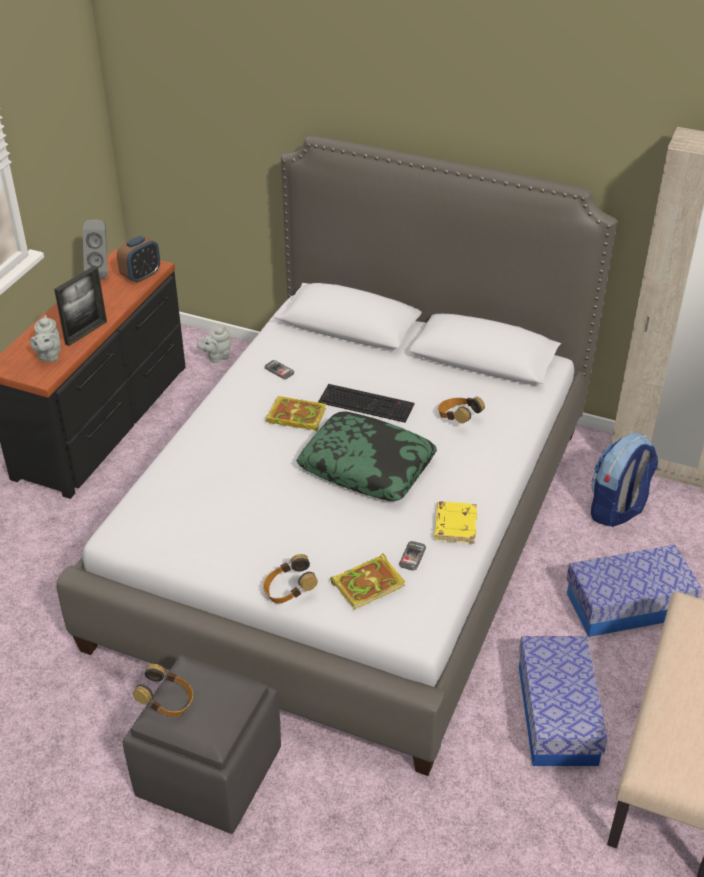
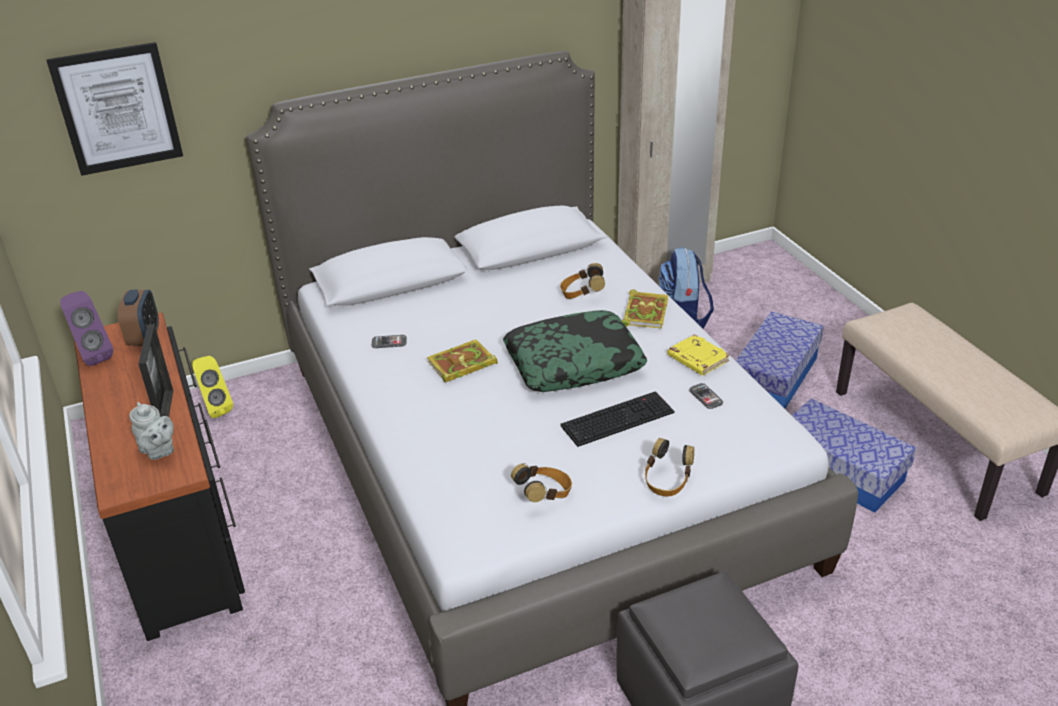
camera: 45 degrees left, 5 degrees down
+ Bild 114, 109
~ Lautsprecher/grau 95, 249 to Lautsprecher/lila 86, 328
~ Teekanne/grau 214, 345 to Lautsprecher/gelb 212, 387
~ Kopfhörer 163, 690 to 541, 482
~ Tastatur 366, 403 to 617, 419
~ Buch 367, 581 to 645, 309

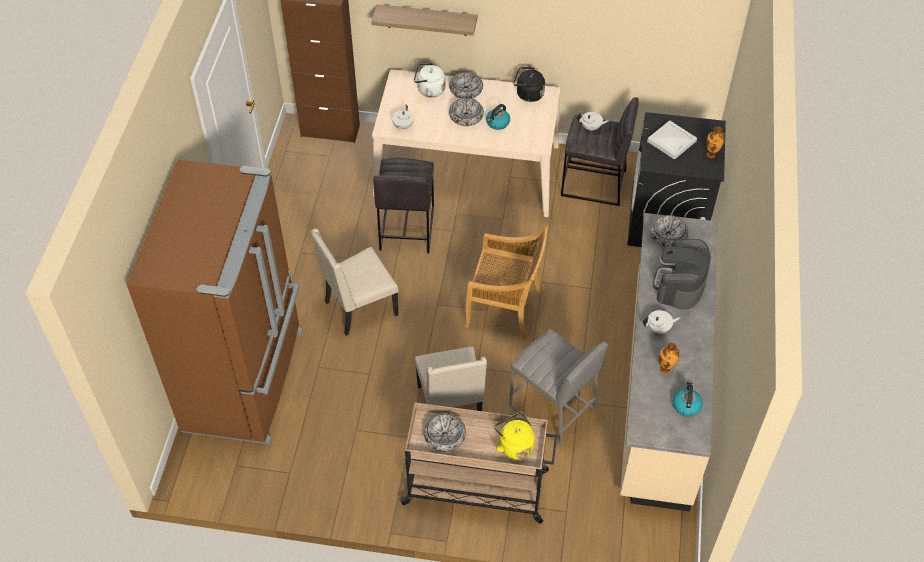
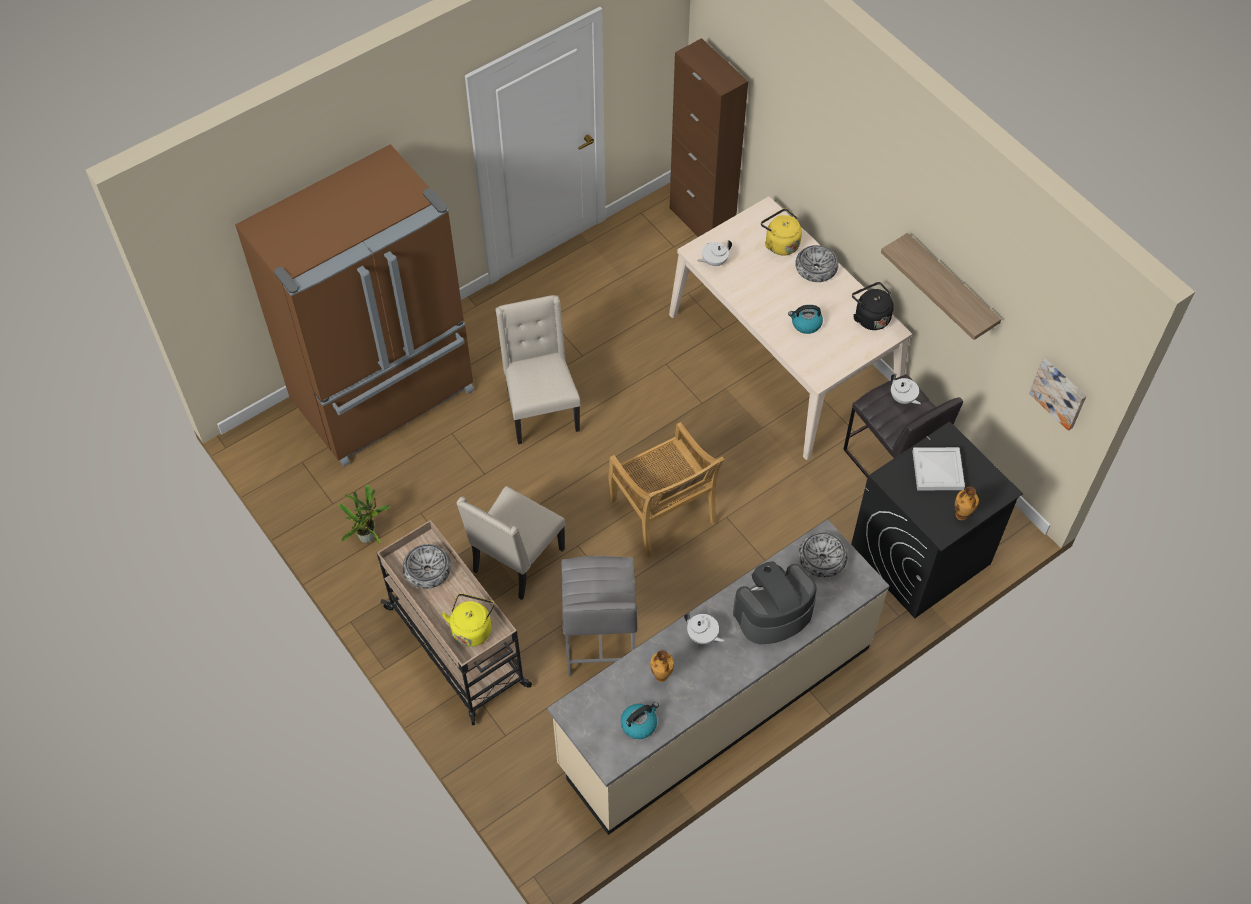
camera: 45 degrees right, 5 degrees up
+ Topfpflanze 364, 514
~ Stuhl/beige 354, 282 = 538, 369 60 degrees clockwise
~ Wasserkessel/weiß 429, 80 to Wasserkessel/gelb 781, 231
~ Wandregal 424, 20 to 941, 286
+ Bild 1057, 395
- Hocker/grau 403, 205
- Schüssel 466, 112

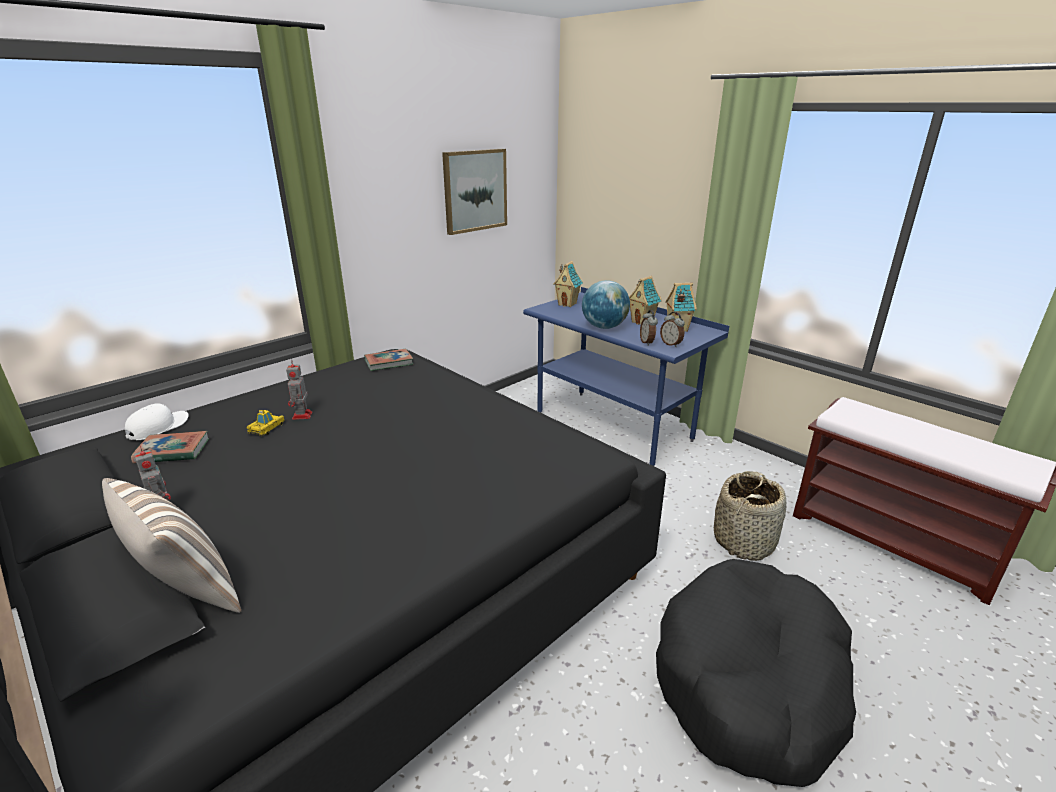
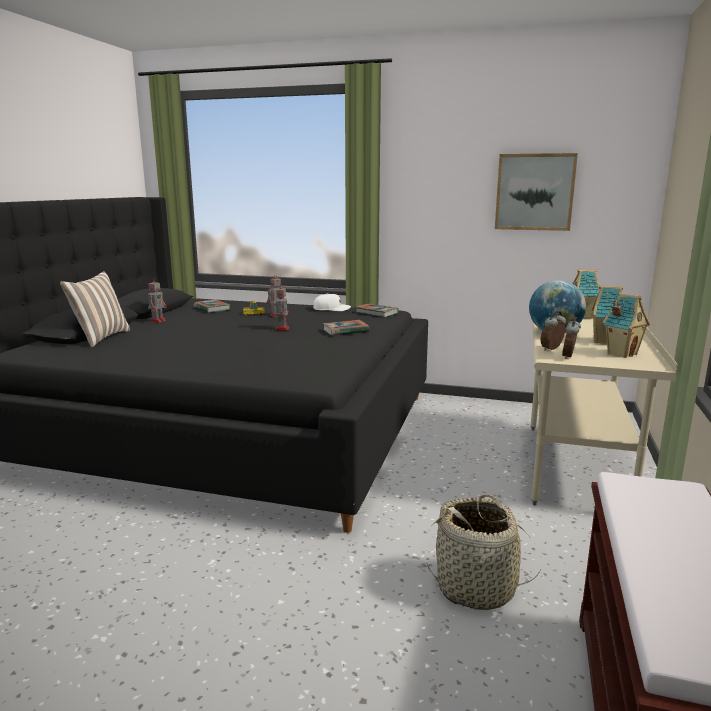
camera: 60 degrees right, 10 degrees down
+ Spielzeugroboter 282, 306
~ Kappe/weiß 157, 421 to 332, 302
+ Buch 346, 328
~ Schreibtisch/blau 626, 376 to Schreibtisch/beige 604, 411
- Hundebett/schwarz 756, 673

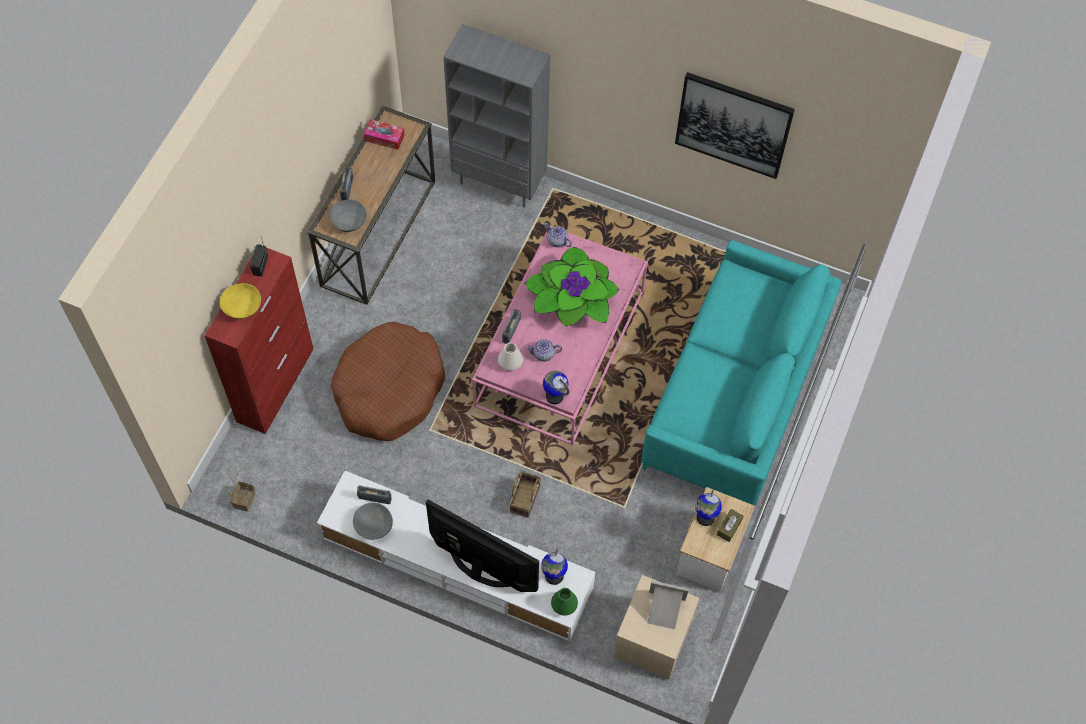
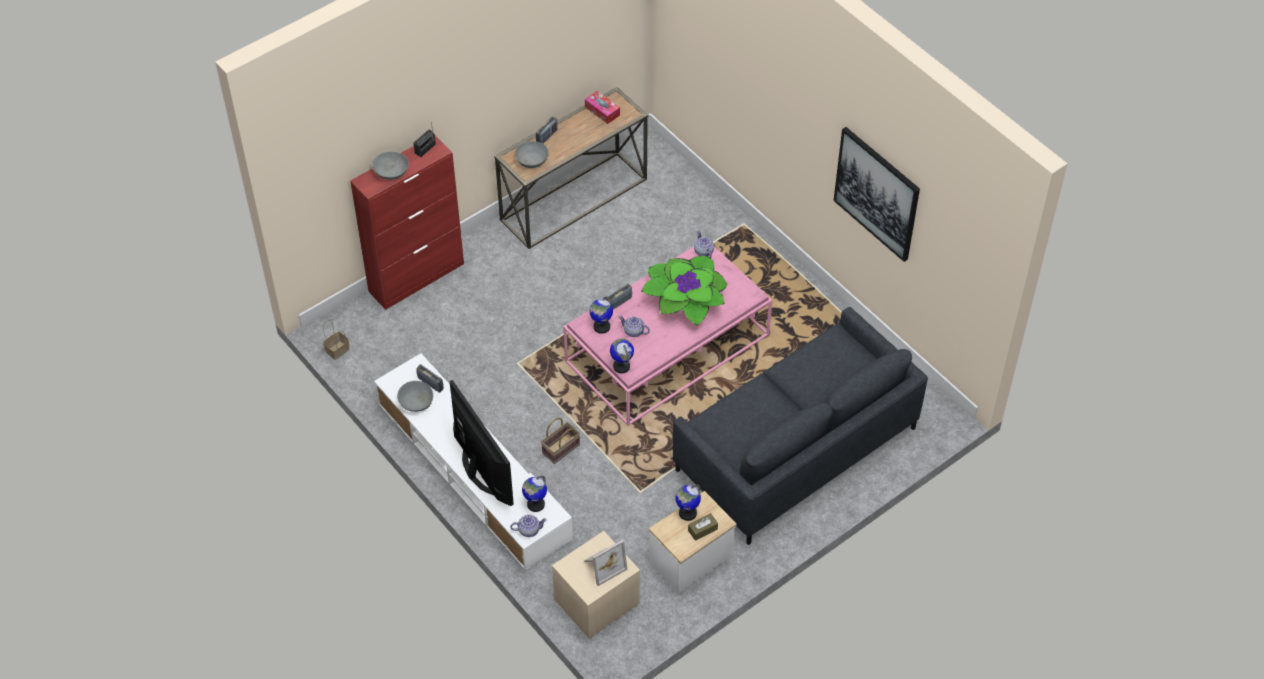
camera: 30 degrees right, 10 degrees down
~ Schüssel/gelb 240, 301 to Schüssel/grau 390, 166
~ Vase/grün 564, 602 to Teekanne 528, 526
~ Bilderrahmen 668, 605 = 606, 563 105 degrees clockwise
~ Vase/weiß 510, 357 to Globus 601, 315
~ Sofa/türkis 741, 373 to Sofa/grau 800, 426
- Hundebett/braun 388, 381
- Bücherregal/grau 496, 115

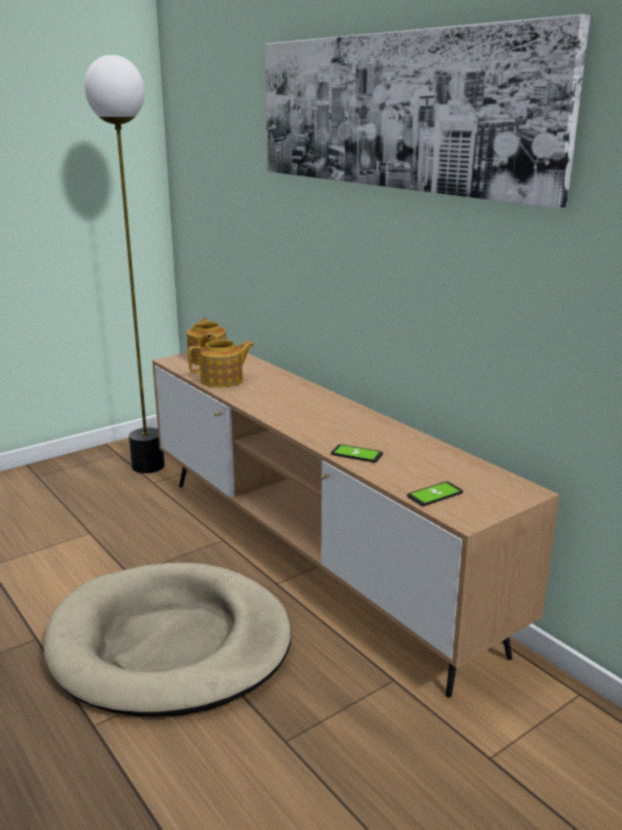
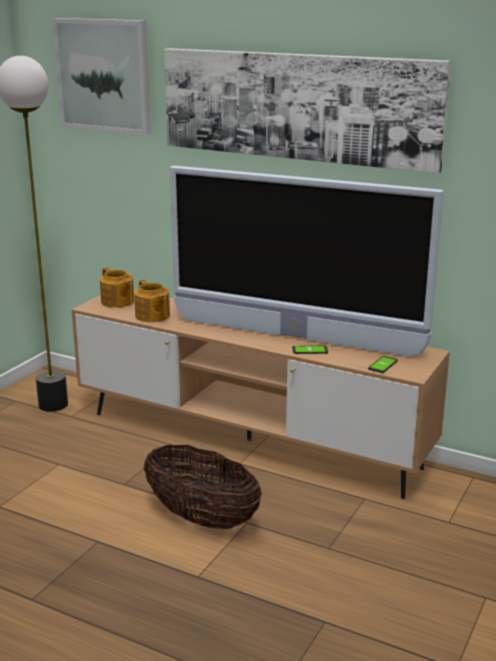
camera: 25 degrees left, 0 degrees up
+ Bild 101, 76
~ Teekanne 221, 363 = 152, 301 105 degrees clockwise
~ Hundebett/beige 167, 639 to Korb 202, 486
+ Fernseher 306, 261

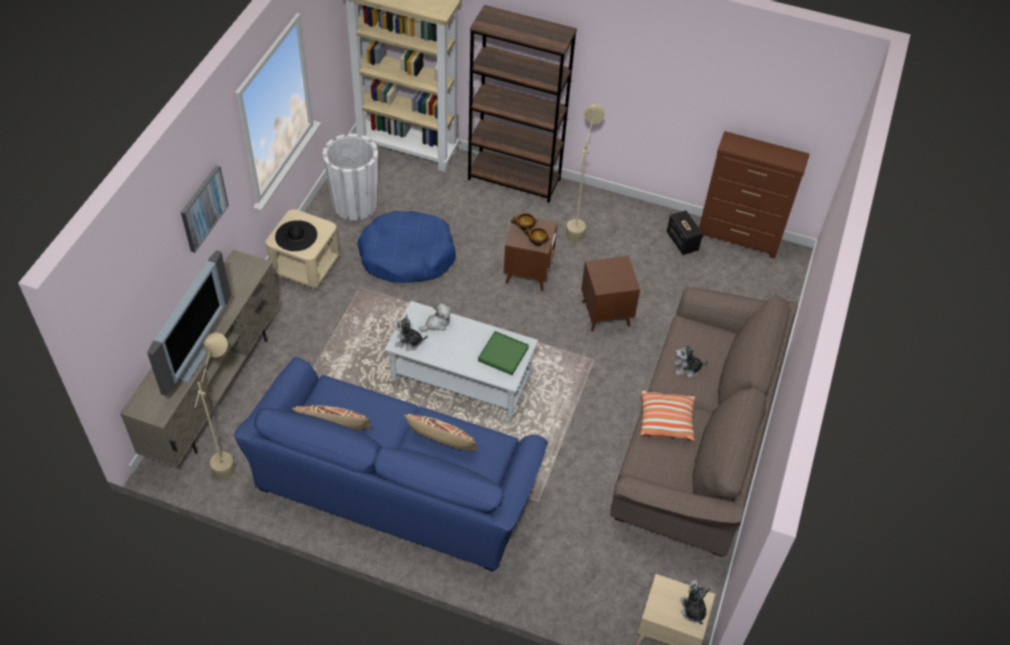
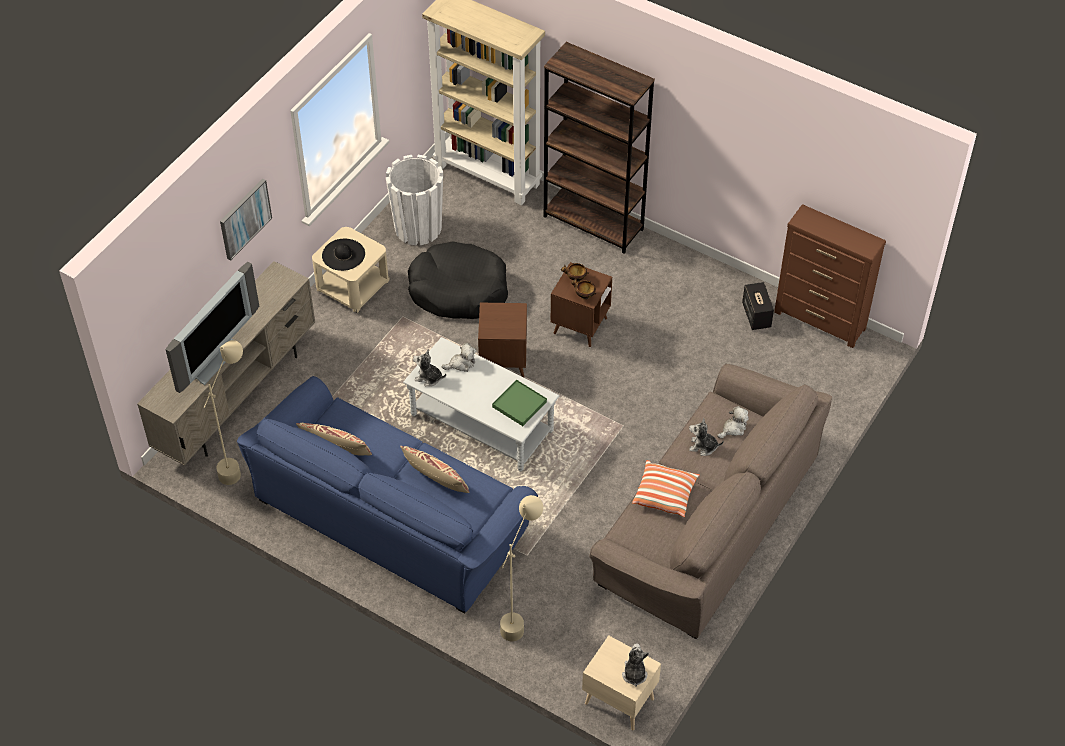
camera: 15 degrees right, 0 degrees up
~ Hundebett/blau 406, 247 to Hundebett/schwarz 458, 280
~ Beistelltisch/braun 610, 294 to 502, 340
~ Stehlampe/beige 585, 173 to 521, 568
+ Plüschtier 733, 422

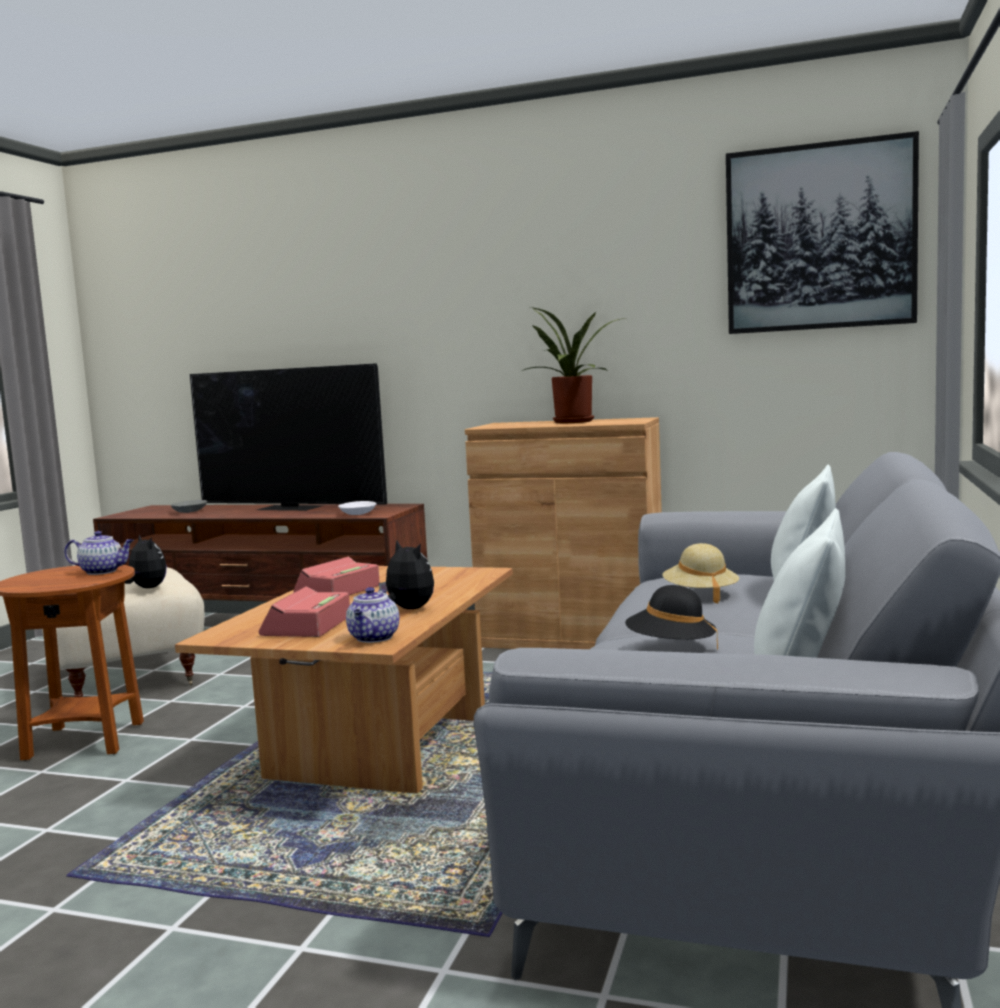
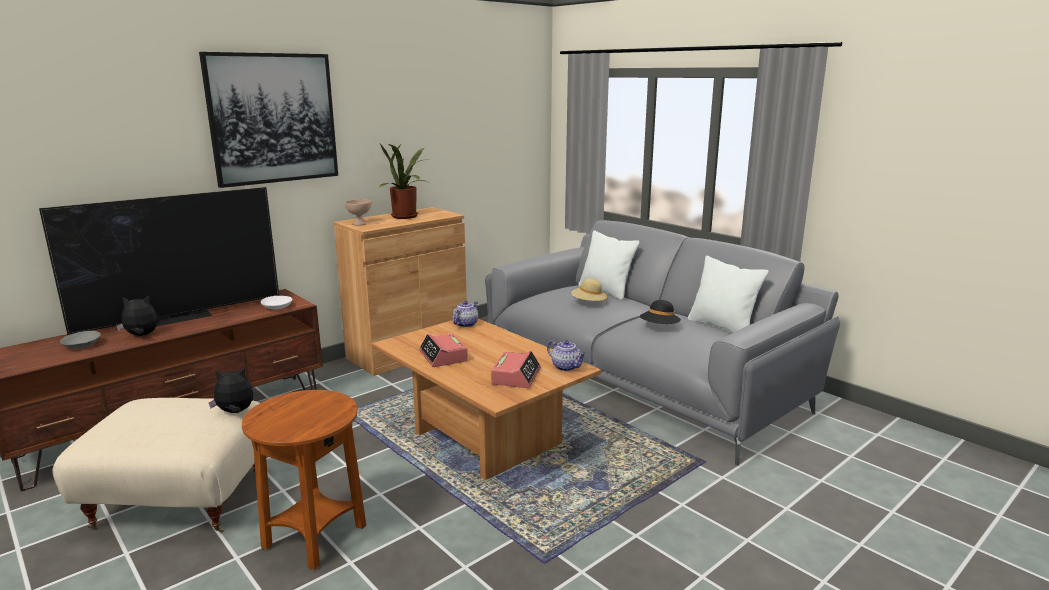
camera: 60 degrees left, 10 degrees up
~ Plüschtier 406, 574 to 137, 316
~ Bild 822, 232 to 268, 120
+ Schüssel/beige 358, 212
~ Teekanne 99, 553 to 465, 314
~ Wecker 304, 611 = 516, 369 120 degrees counterclockwise

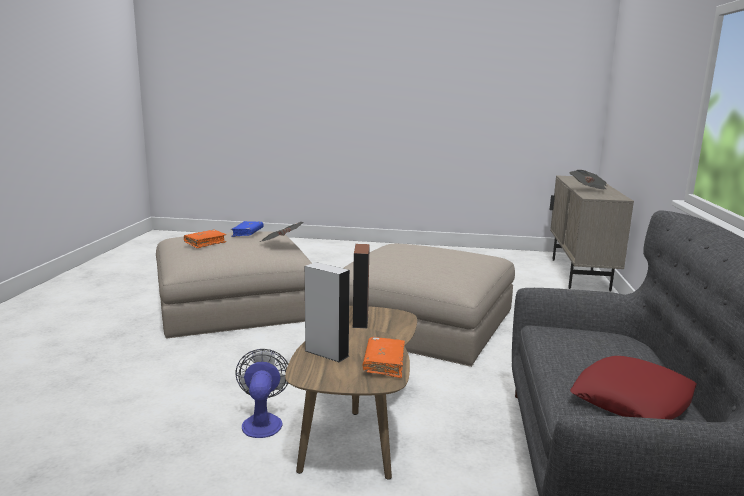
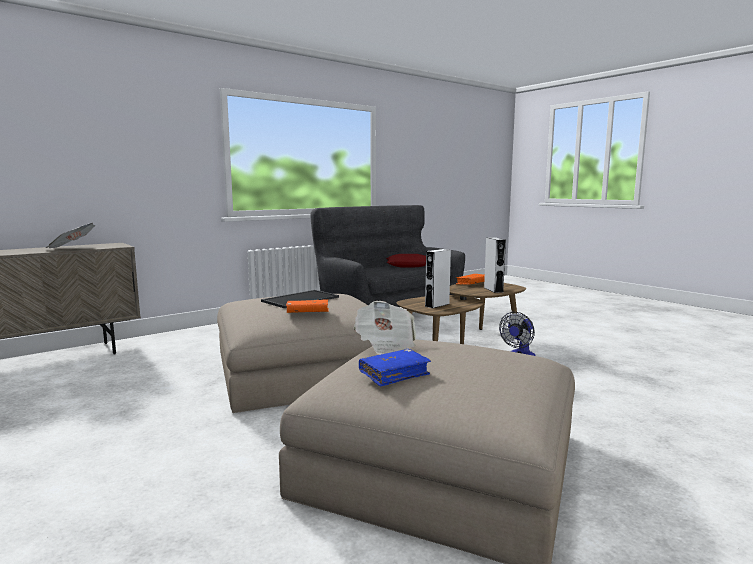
camera: 135 degrees left, 5 degrees down
+ Tablett 300, 299
~ Buch/orange 205, 239 to 307, 306
~ Lautsprecher/braun 361, 286 to Lautsprecher/weiß 438, 278

